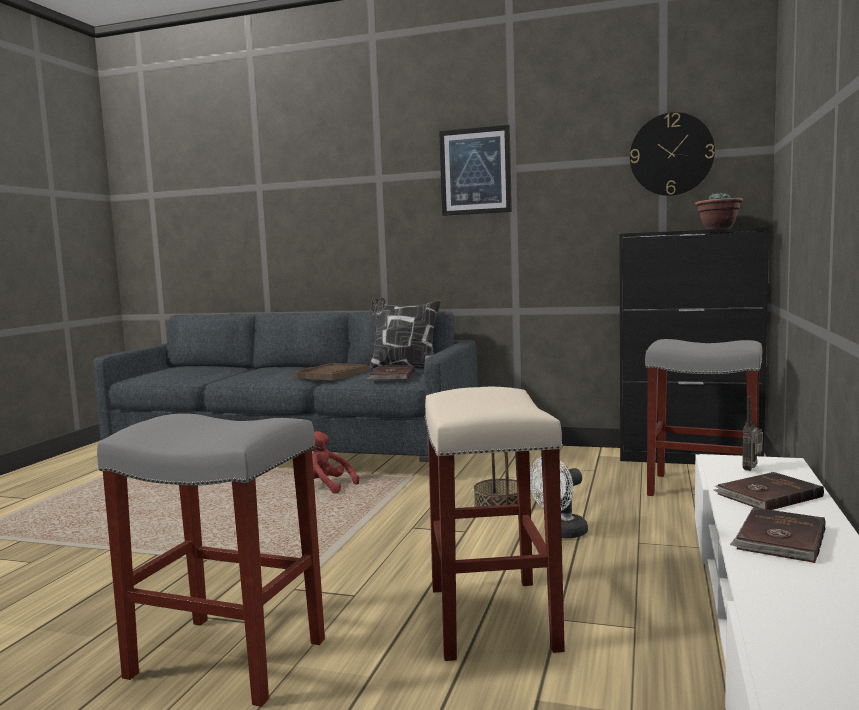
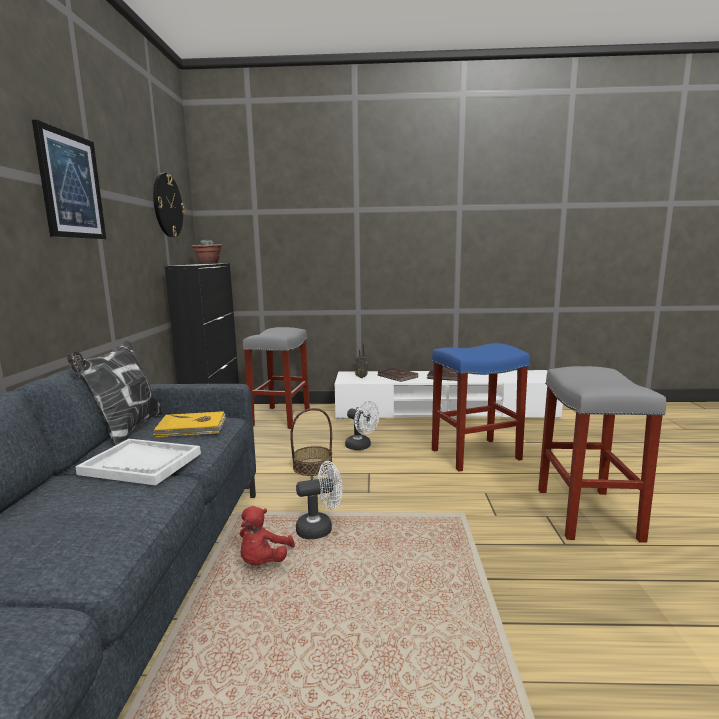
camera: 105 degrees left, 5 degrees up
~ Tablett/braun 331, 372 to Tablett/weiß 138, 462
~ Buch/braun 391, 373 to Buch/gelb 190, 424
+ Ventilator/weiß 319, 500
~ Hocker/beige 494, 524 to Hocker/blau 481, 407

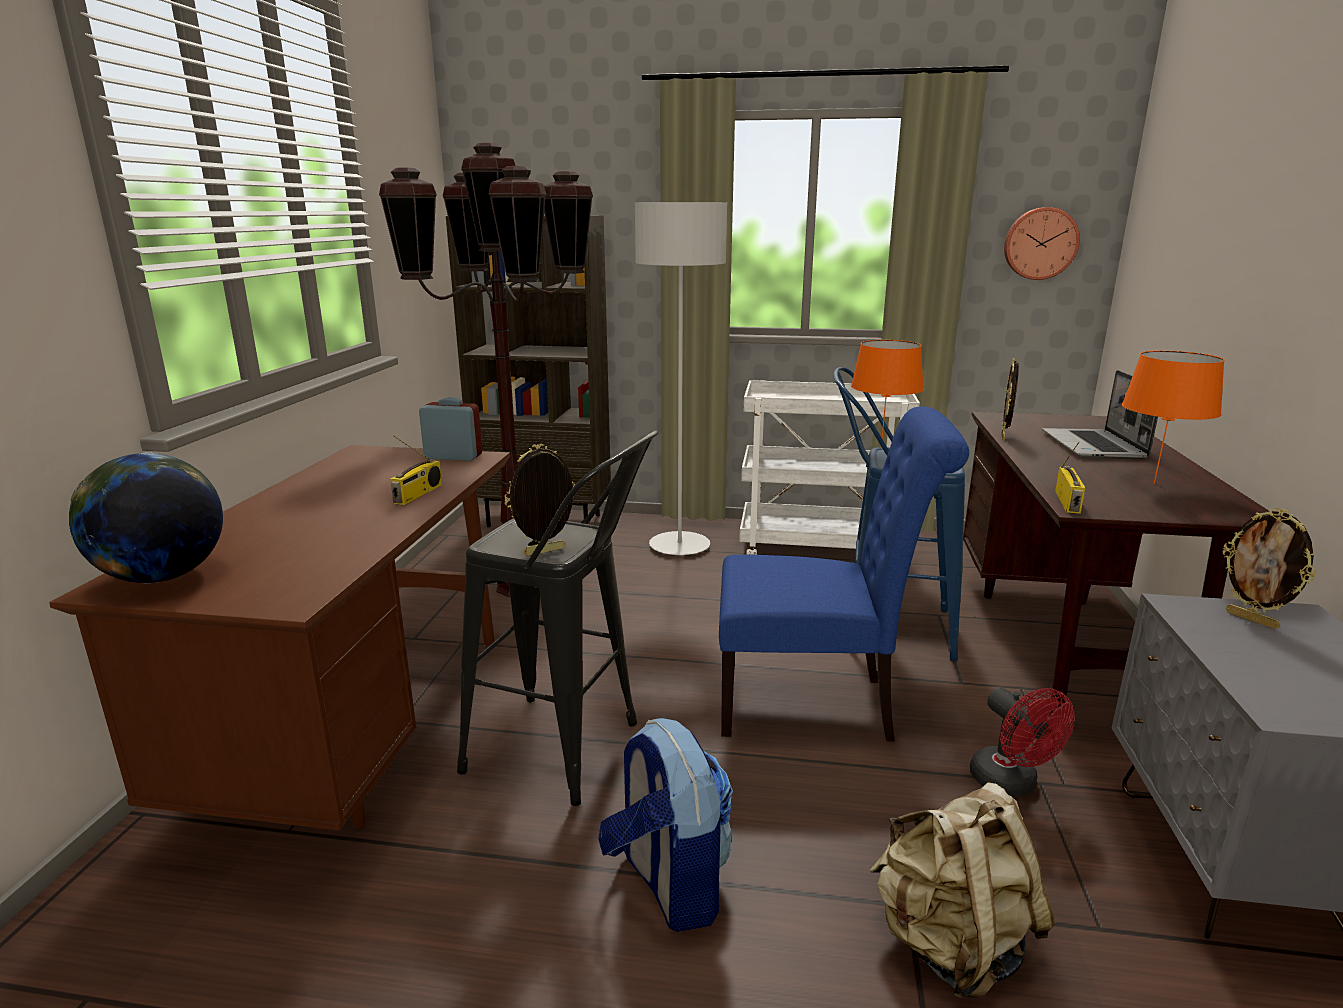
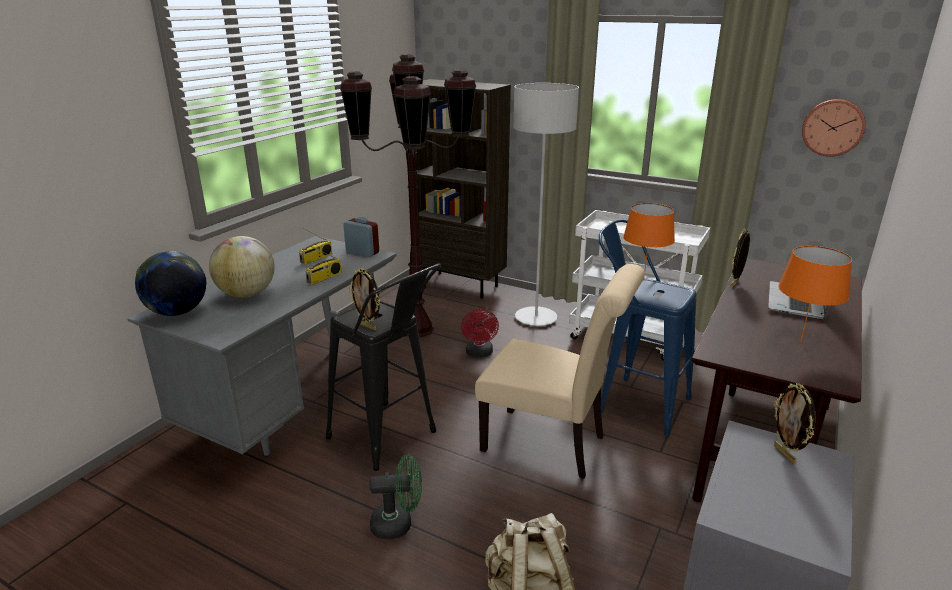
camera: 20 degrees right, 5 degrees up
~ Schreibtisch/braun 279, 638 to Schreibtisch/grau 262, 346
+ Globus 242, 267
~ Radio 1070, 478 to 315, 248
~ Bilderrahmen 539, 500 = 364, 299 135 degrees counterclockwise
~ Rucksack 665, 825 to Ventilator/grün 395, 496
~ Ventilator/rot 1022, 742 to 480, 333
~ Stuhl/blau 844, 574 to Stuhl/beige 560, 371

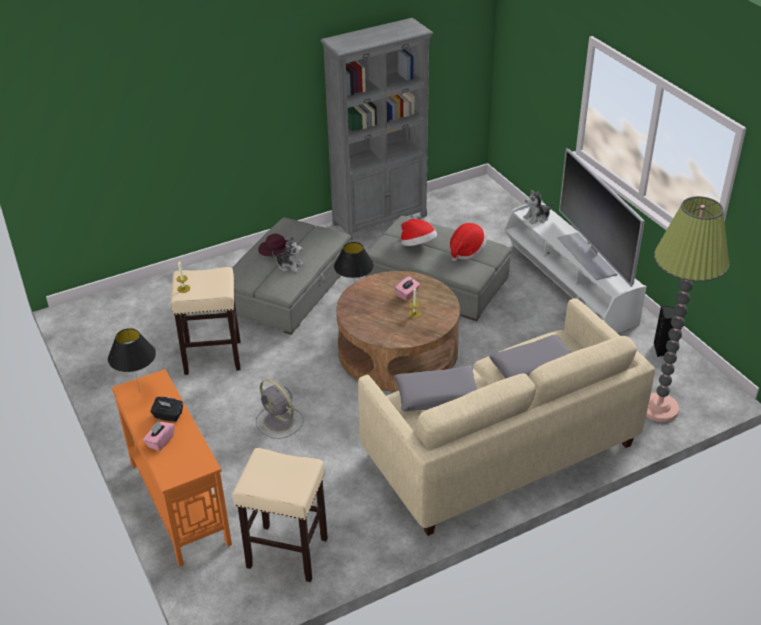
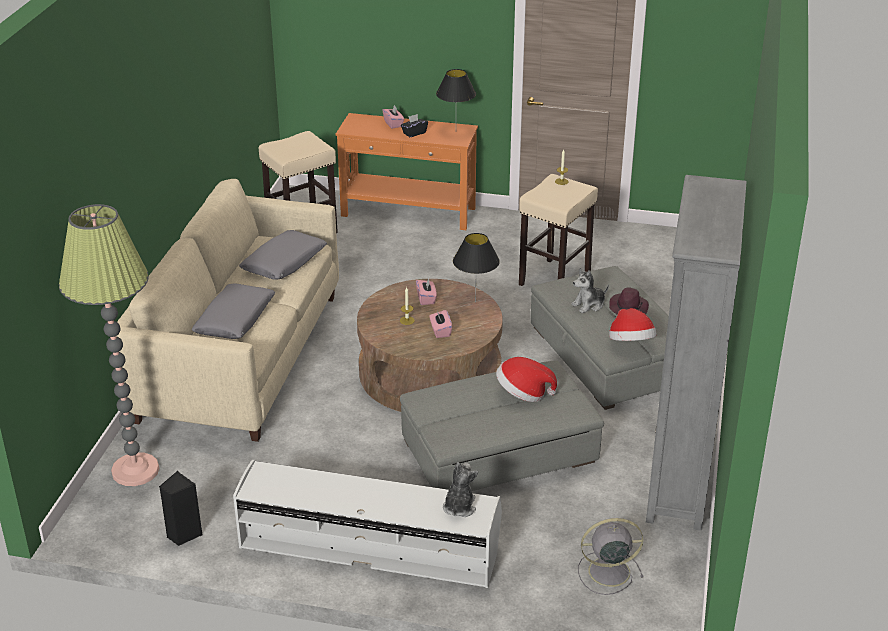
camera: 130 degrees right, 5 degrees down
+ Taschentuchbox/rosa 426, 291
~ Ventilator/grau 280, 409 to 611, 556
~ Hut 468, 242 to 633, 324
- Fernseher 601, 217

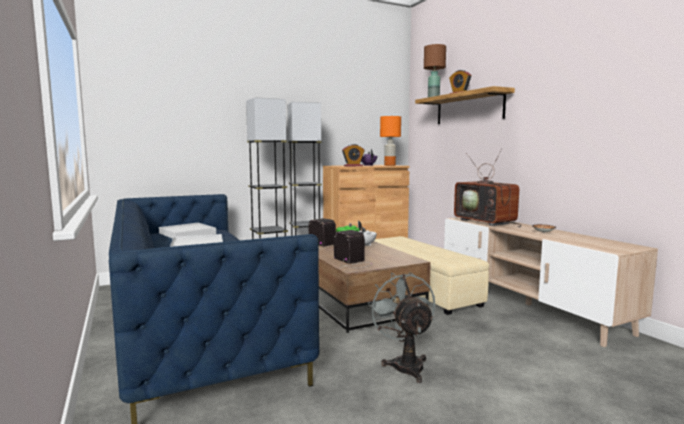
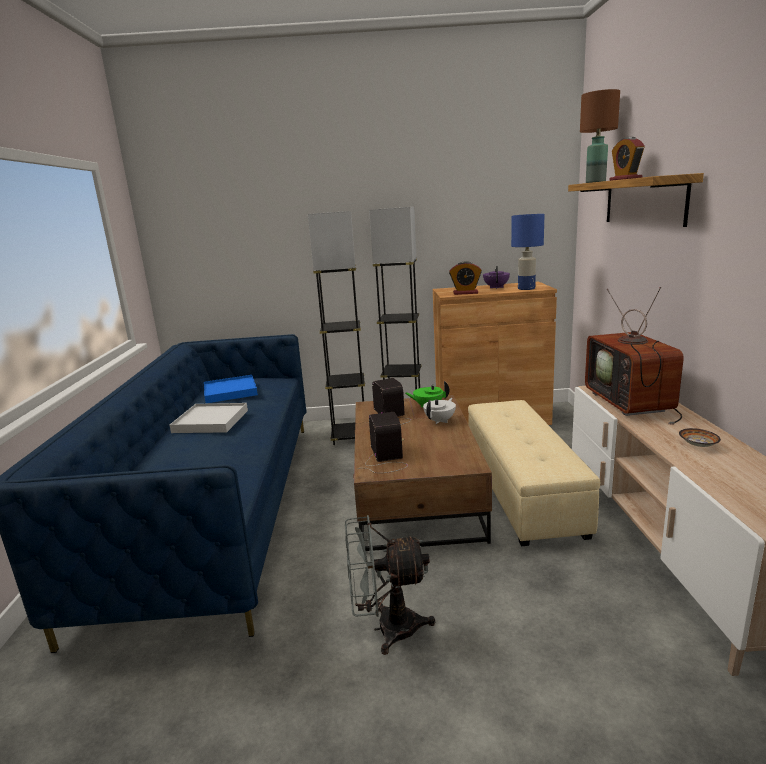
camera: 25 degrees right, 10 degrees up
~ Tablett/weiß 187, 231 to Tablett/blau 231, 389
~ Ventilator/grau 401, 327 = 390, 585 105 degrees counterclockwise
~ Tischlampe/orange 390, 141 to Tischlampe/blau 528, 252

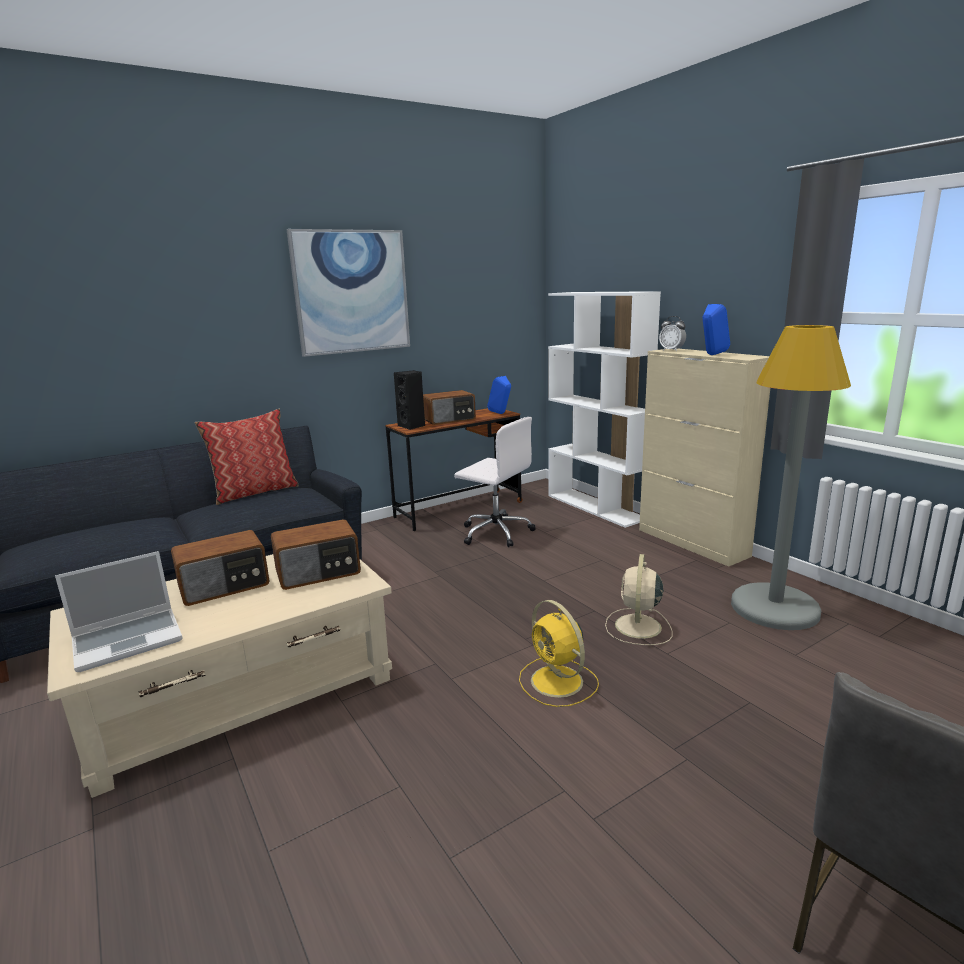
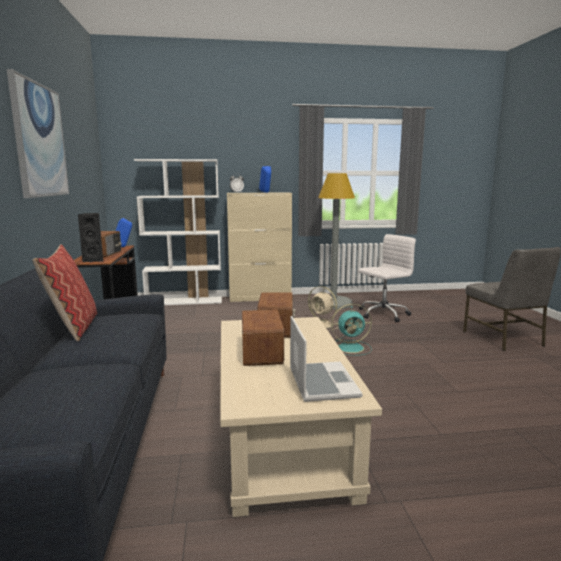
camera: 65 degrees left, 5 degrees down
~ Ventilator/gelb 559, 653 to Ventilator/türkis 351, 330
~ Bürostuhl/weiß 495, 482 to 387, 278

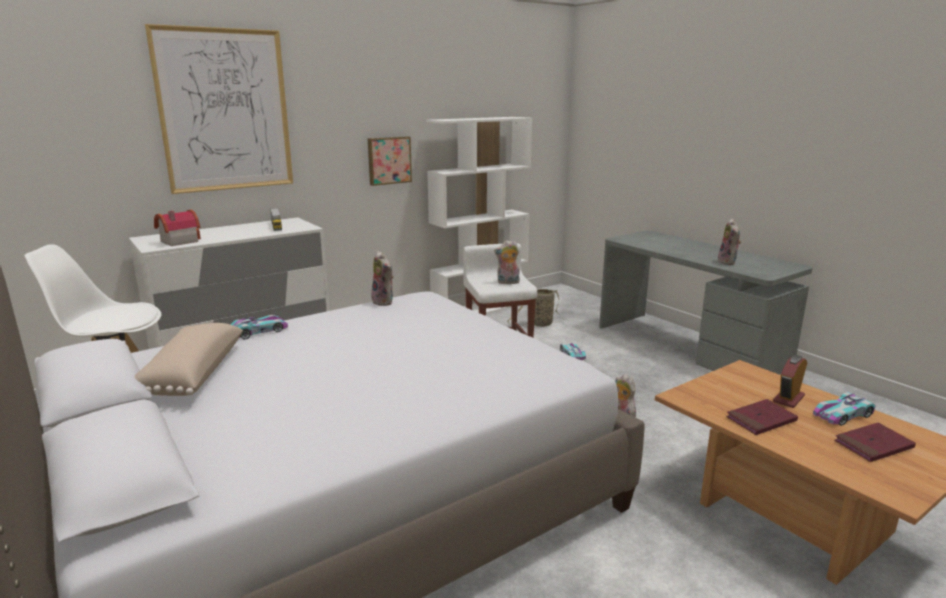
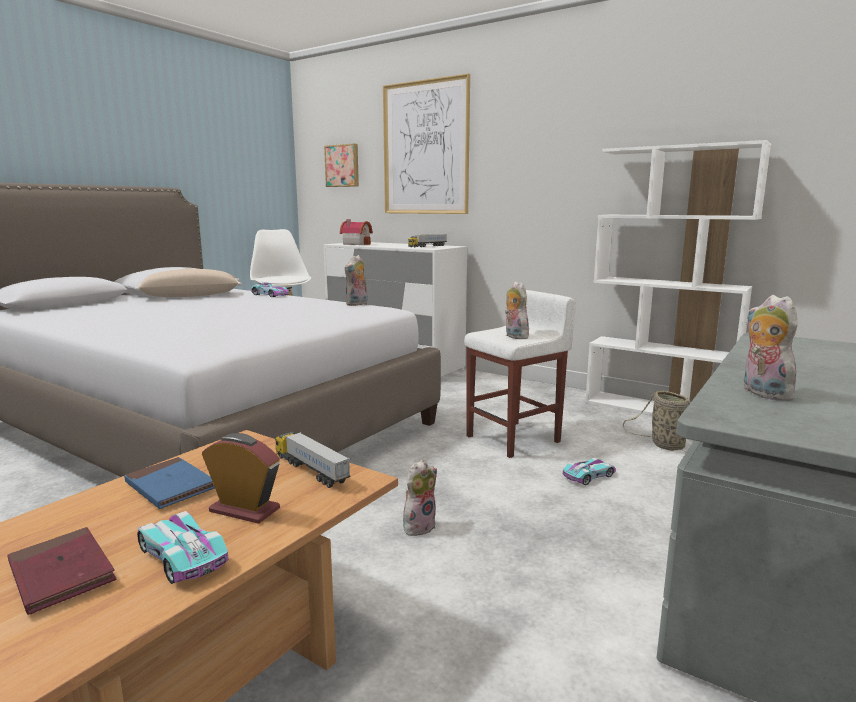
camera: 70 degrees right, 5 degrees down
~ Buch/rot 762, 417 to Buch/blau 169, 483
+ Spielzeuglaster 312, 460
~ Bild 390, 161 to 341, 165
~ Plüschtier 729, 241 = 771, 348 90 degrees clockwise

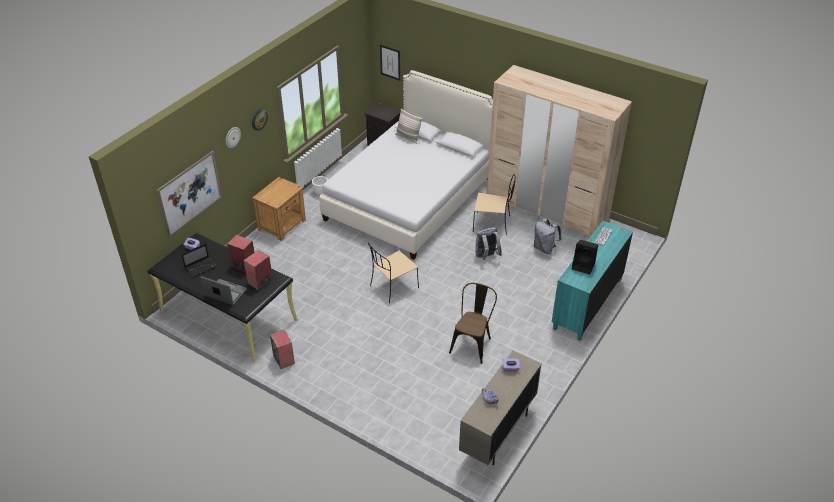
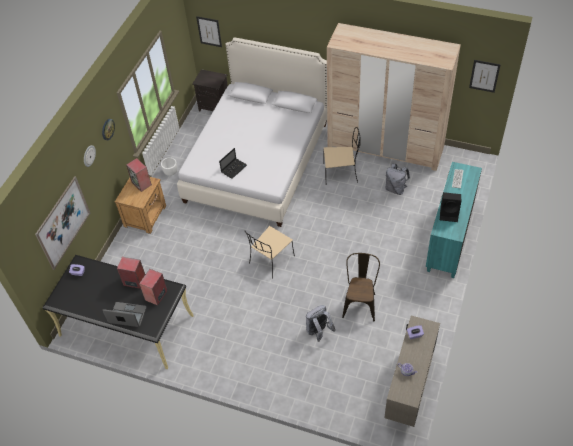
camera: 10 degrees left, 10 degrees up
~ Lautsprecher 282, 349 to 139, 175
~ Laptop 199, 260 to 233, 163
~ Rucksack/grau 488, 243 to 321, 323
+ Bild 485, 76
- Kissen 409, 126

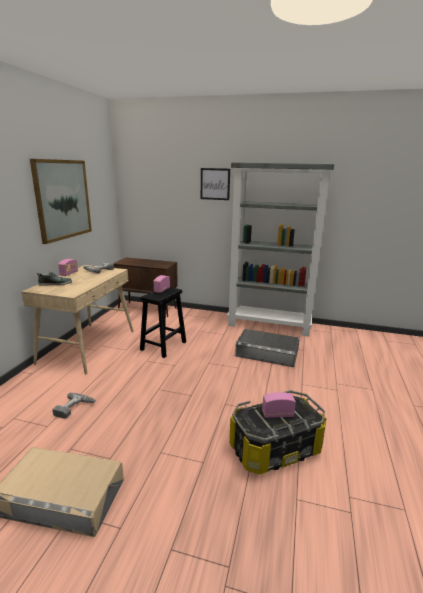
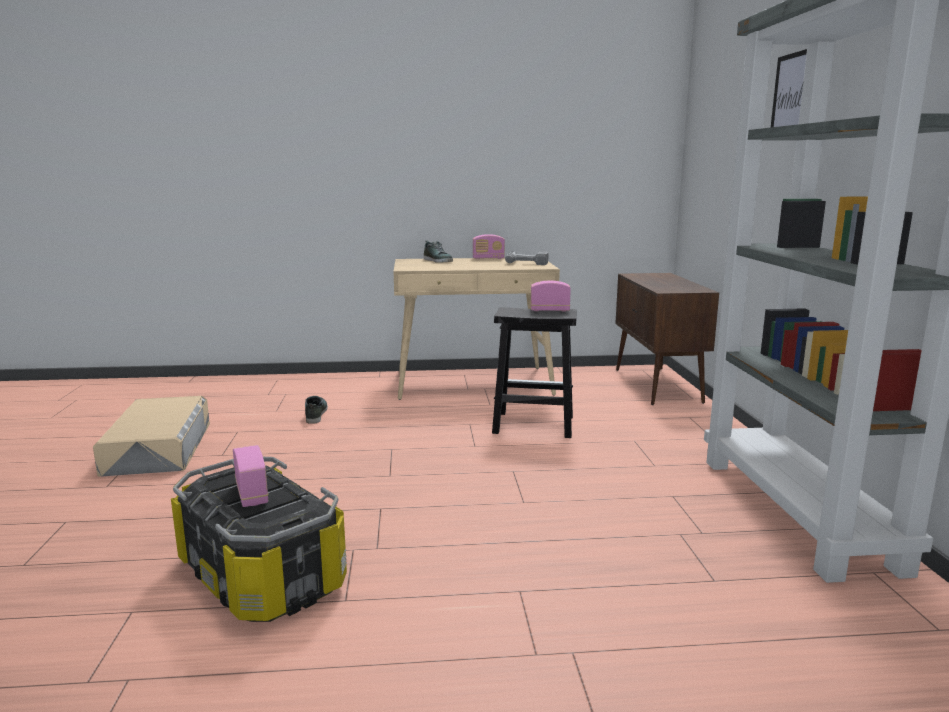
camera: 70 degrees right, 5 degrees down
~ Bohrmaschine 74, 406 to Schuh 316, 410
- Bild 61, 201
- Aufbewahrungsbox/grau 267, 348

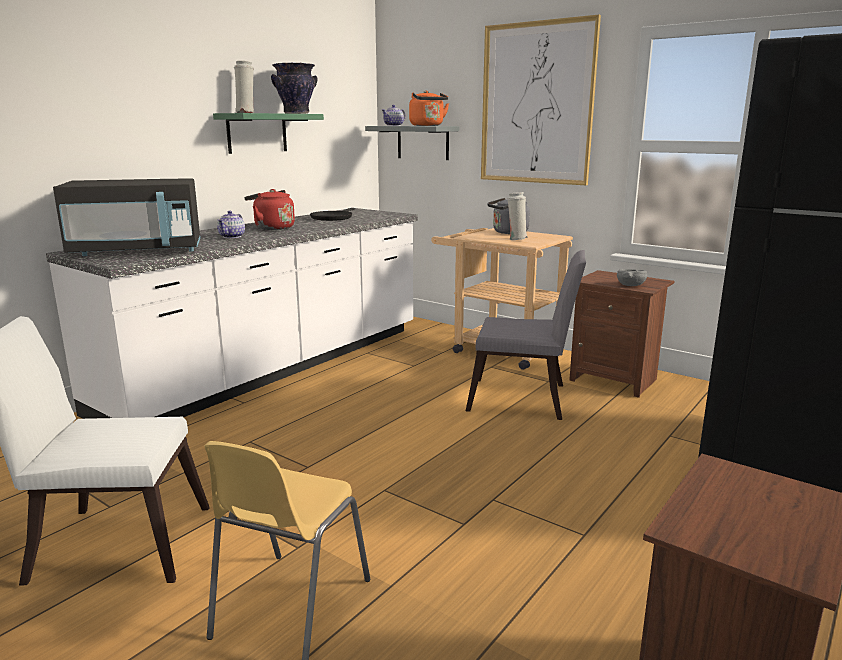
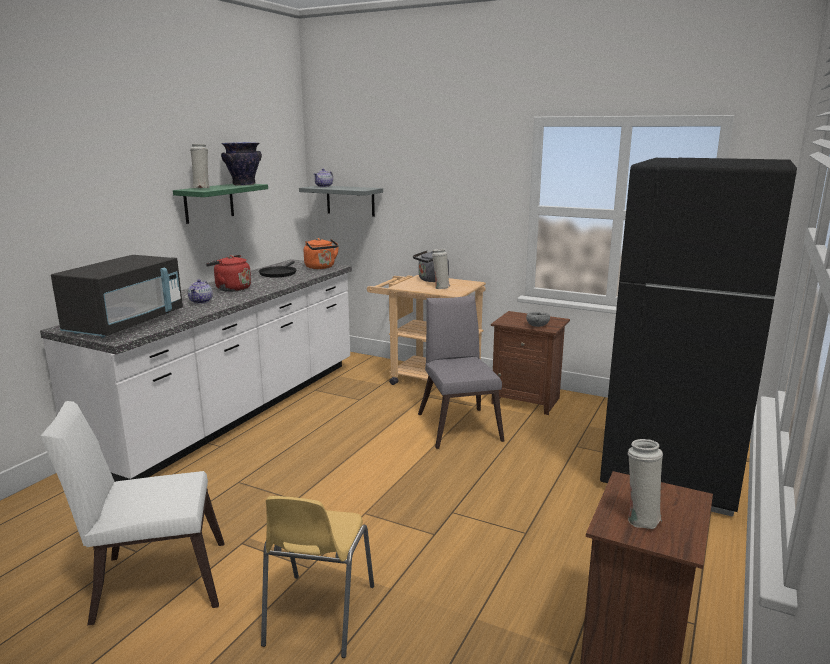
camera: 10 degrees left, 0 degrees up
~ Mikrowelle/schwarz 127, 217 = 117, 296 45 degrees counterclockwise
~ Wasserkessel/orange 429, 108 to 321, 253
~ Stuhl/grau 526, 335 = 461, 372 105 degrees counterclockwise
+ Vase/weiß 645, 484
- Bild 541, 100

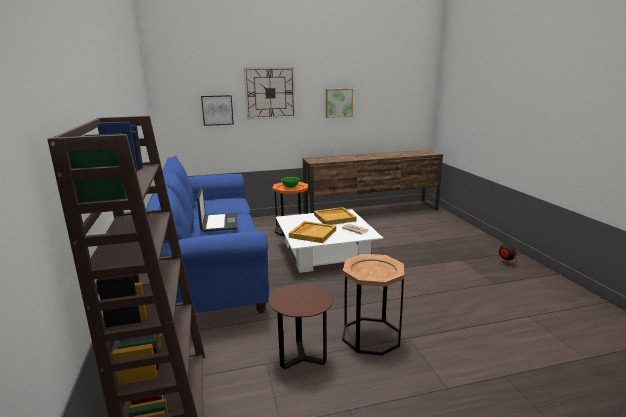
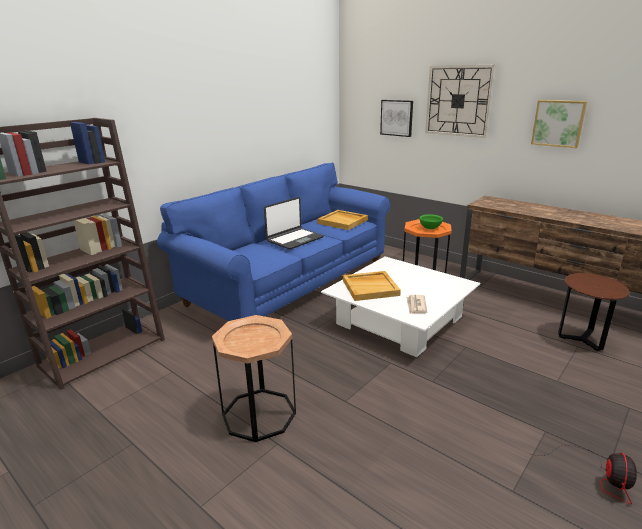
camera: 55 degrees right, 5 degrees up
~ Tablett/beige 335, 216 to 342, 220
~ Beistelltisch/braun 300, 327 to 594, 312

